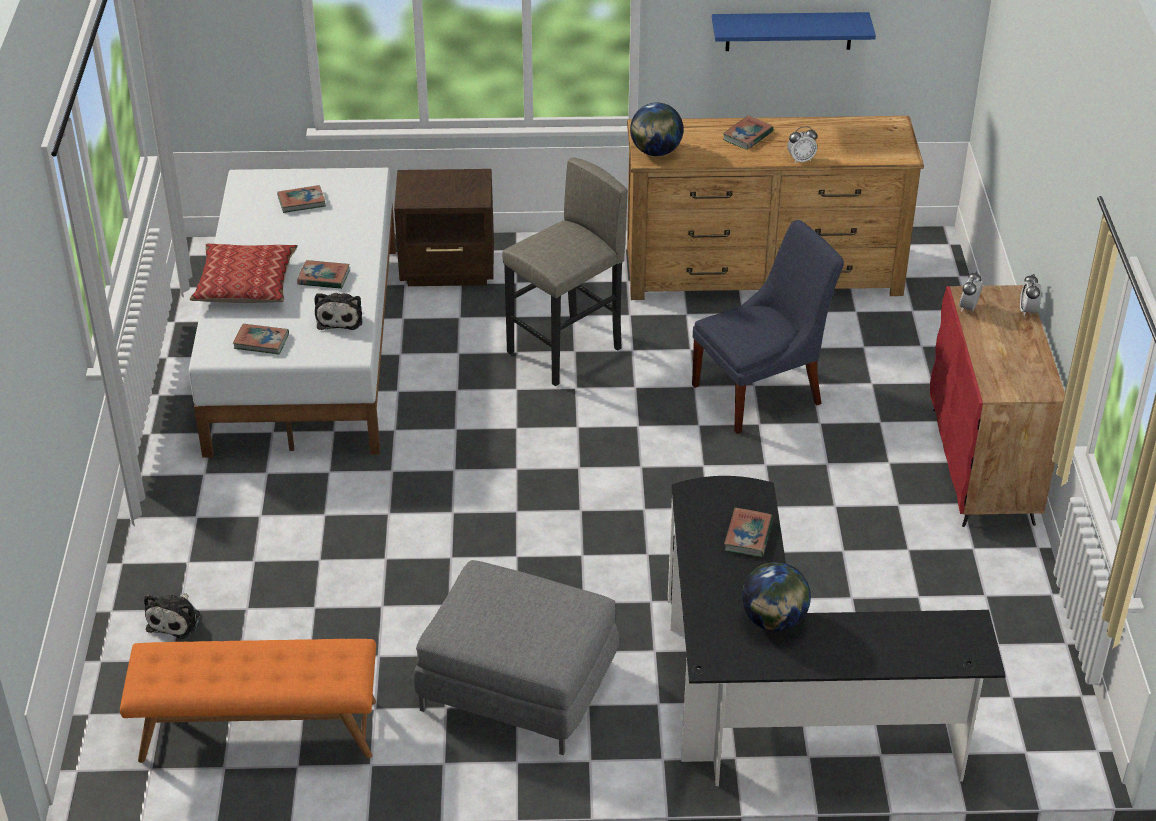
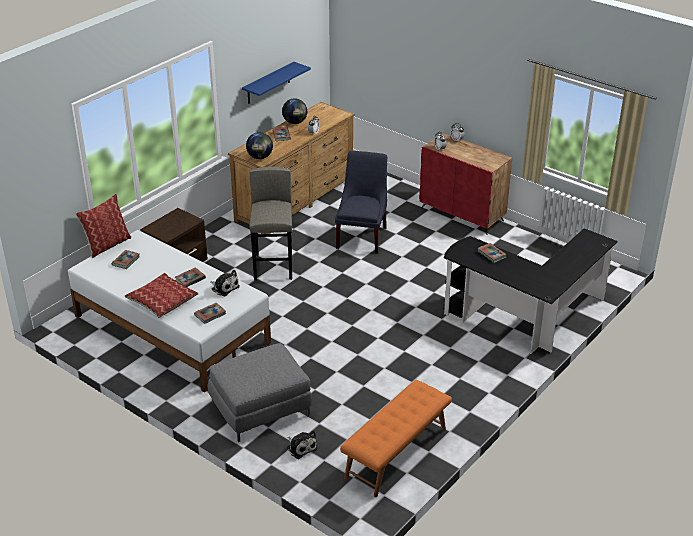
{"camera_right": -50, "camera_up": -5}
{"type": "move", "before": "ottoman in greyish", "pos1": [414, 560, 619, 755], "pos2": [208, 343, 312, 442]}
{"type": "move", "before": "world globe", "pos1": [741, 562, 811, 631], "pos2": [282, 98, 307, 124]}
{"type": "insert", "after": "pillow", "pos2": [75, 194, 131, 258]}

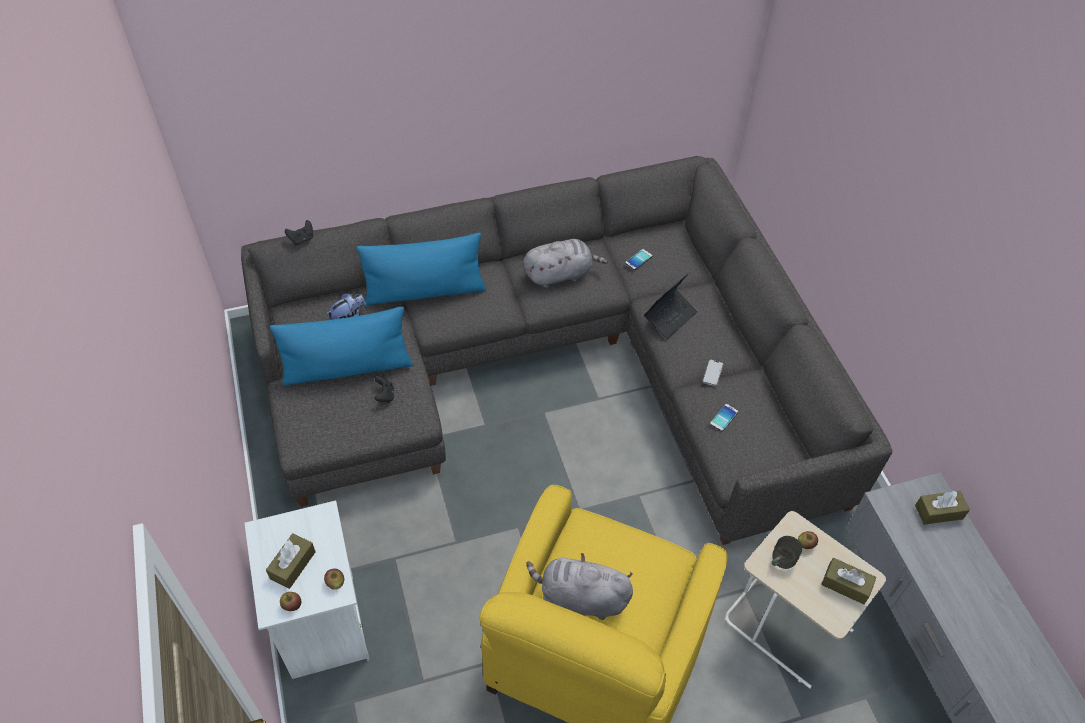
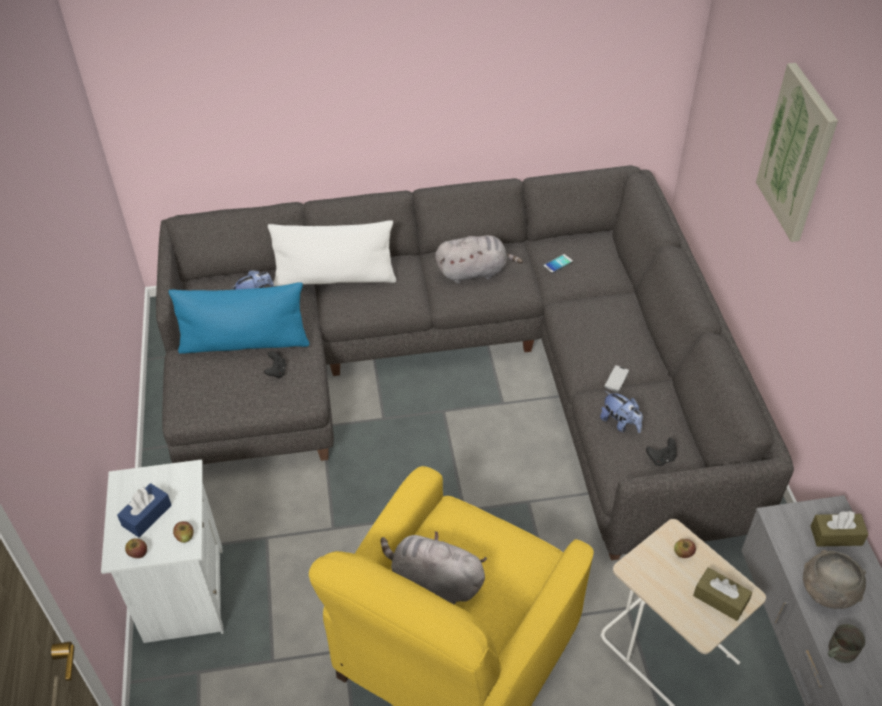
{"camera_right": 10, "camera_up": -5}
{"type": "recolor", "before": "tissue holder in brown", "after": "tissue holder in blue", "pos1": [266, 533, 316, 589], "pos2": [117, 483, 172, 537]}
{"type": "move", "before": "joypad in blackish", "pos1": [285, 220, 313, 245], "pos2": [646, 438, 677, 466]}
{"type": "recolor", "before": "pillow in blue", "after": "pillow in white", "pos1": [356, 233, 486, 305], "pos2": [268, 220, 396, 286]}
{"type": "delete", "before": "notebook computer", "pos1": [644, 273, 698, 339]}
{"type": "replace", "before": "telephone", "after": "cuddly toy", "pos1": [710, 404, 738, 431], "pos2": [600, 391, 643, 433]}
{"type": "move", "before": "coffee mug in greyish", "pos1": [772, 536, 802, 569], "pos2": [828, 624, 865, 663]}
{"type": "insert", "after": "wall picture", "pos2": [756, 63, 838, 242]}
{"type": "insert", "after": "deep dish in greyish", "pos2": [803, 550, 866, 609]}

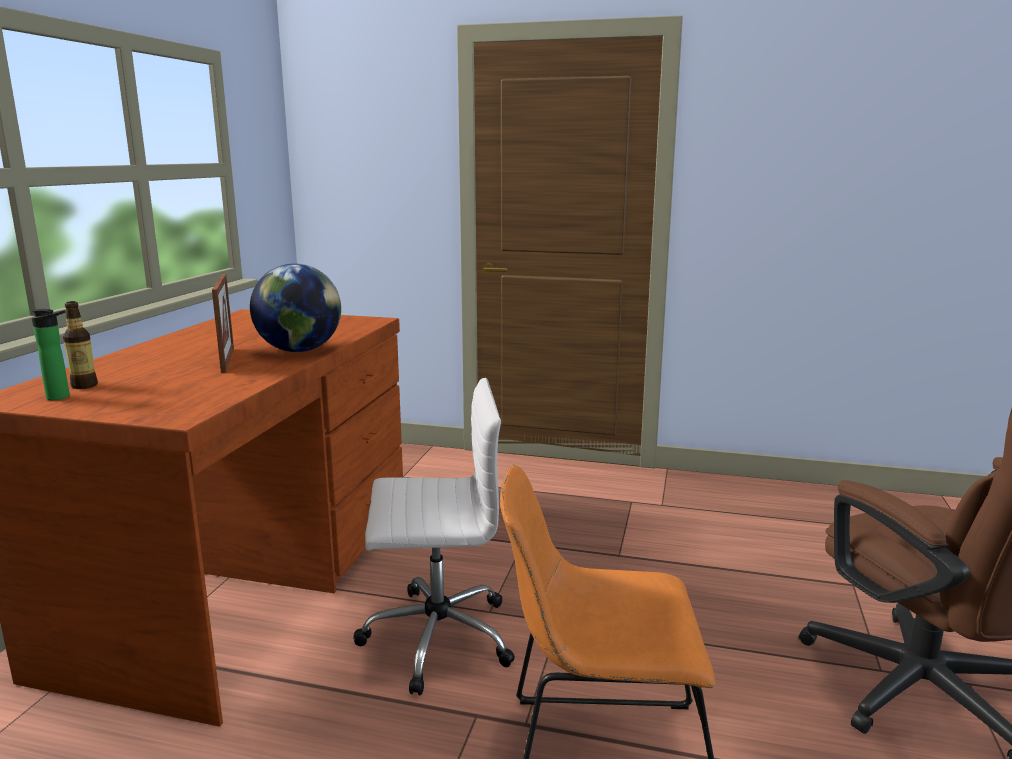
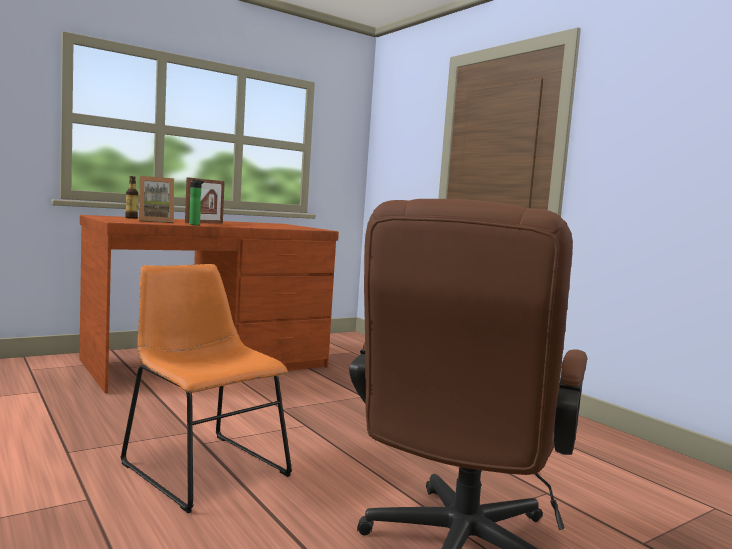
{"camera_right": 40, "camera_up": -10}
{"type": "move", "before": "bottle", "pos1": [31, 309, 70, 400], "pos2": [189, 179, 204, 225]}
{"type": "delete", "before": "world globe", "pos1": [250, 263, 341, 352]}
{"type": "delete", "before": "office chair in white", "pos1": [353, 378, 515, 695]}
{"type": "insert", "after": "photo frame", "pos2": [139, 176, 174, 223]}

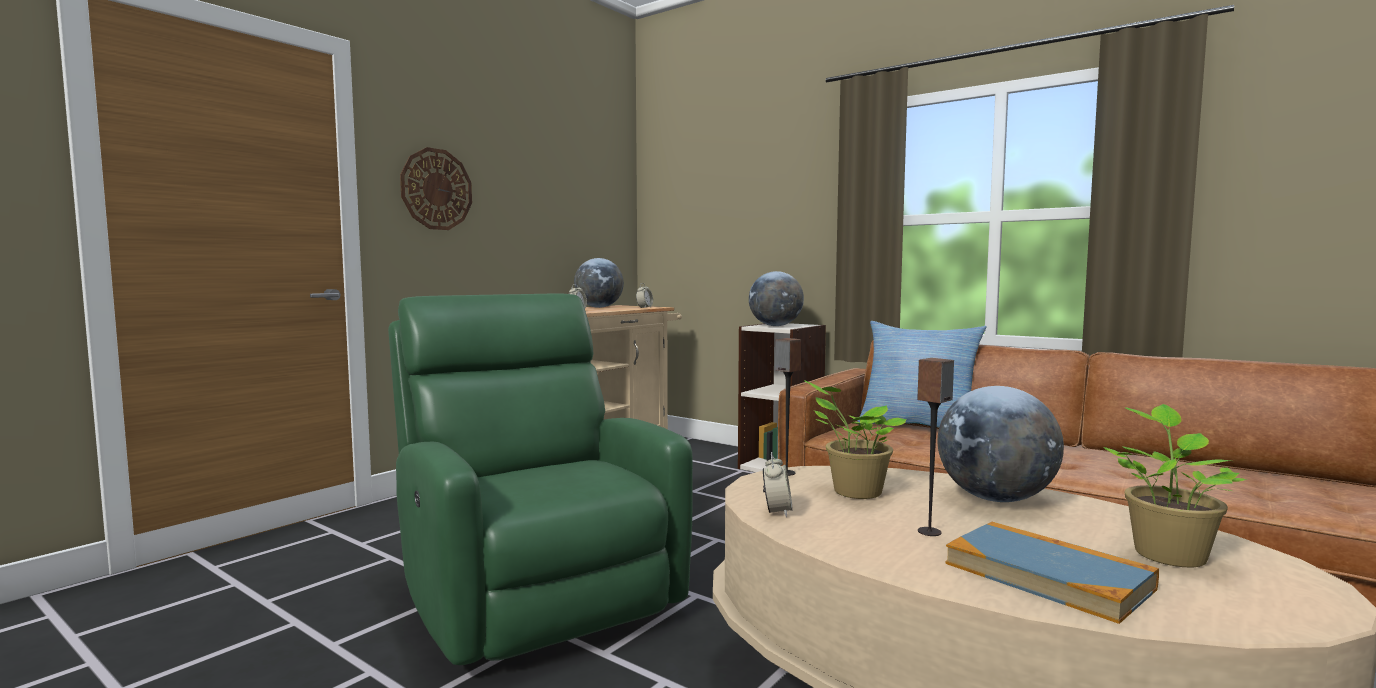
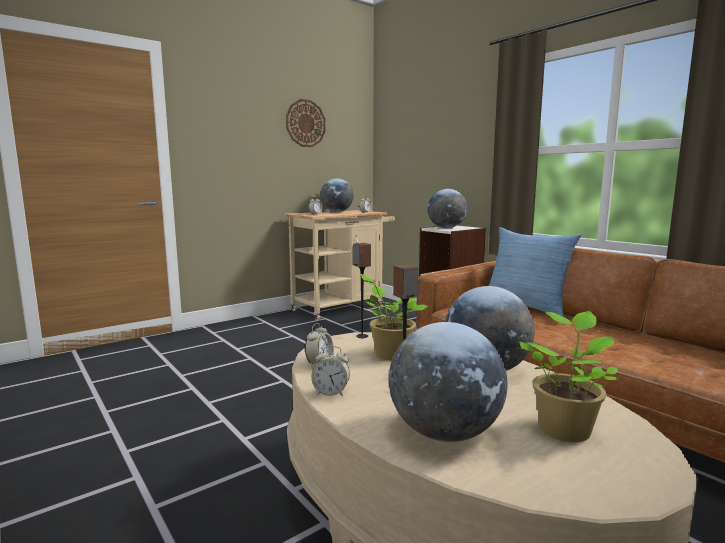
{"camera_right": 15, "camera_up": 5}
{"type": "delete", "before": "armchair in green-coloured", "pos1": [388, 294, 693, 665]}
{"type": "move", "before": "hanging clock", "pos1": [400, 147, 472, 230], "pos2": [286, 99, 326, 147]}
{"type": "replace", "before": "volume", "after": "world globe", "pos1": [945, 522, 1159, 624], "pos2": [389, 322, 508, 442]}
{"type": "insert", "after": "bedside clock", "pos2": [311, 346, 350, 396]}

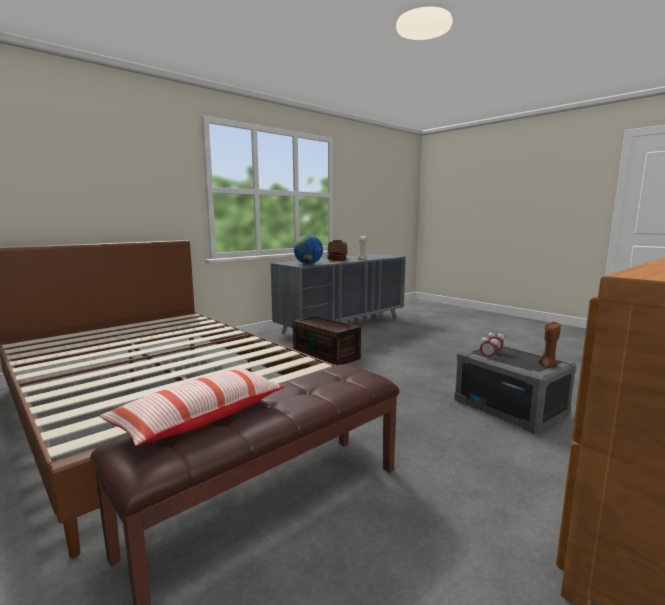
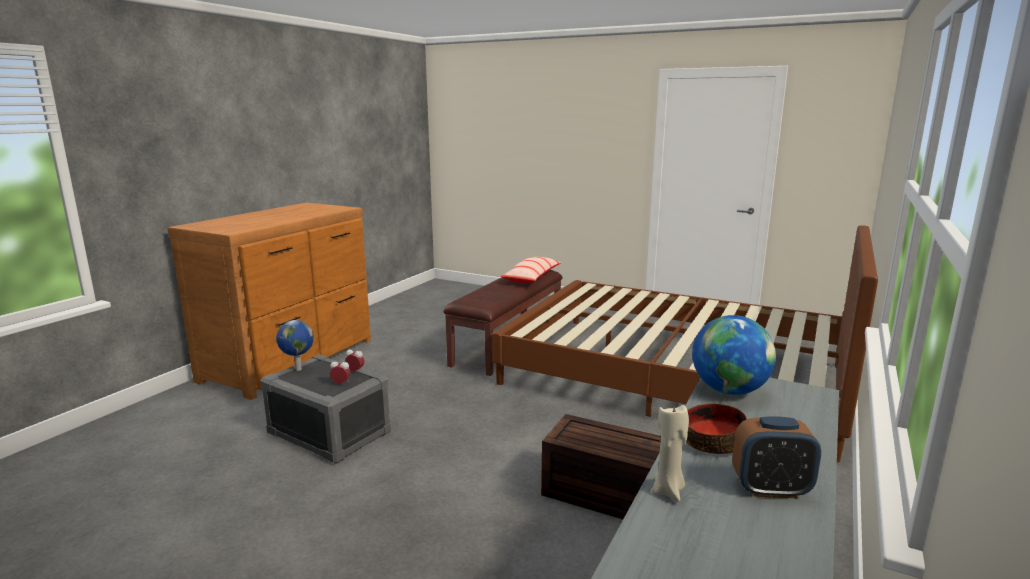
{"camera_right": 160, "camera_up": 5}
{"type": "replace", "before": "wax light in brown", "after": "world globe", "pos1": [538, 322, 561, 367], "pos2": [276, 320, 314, 371]}

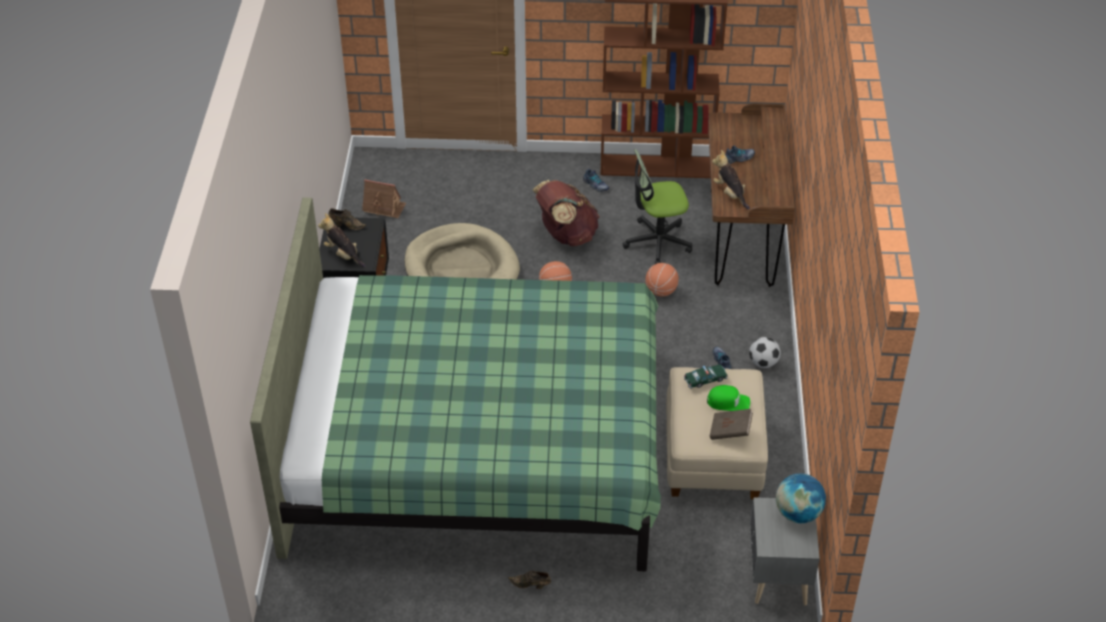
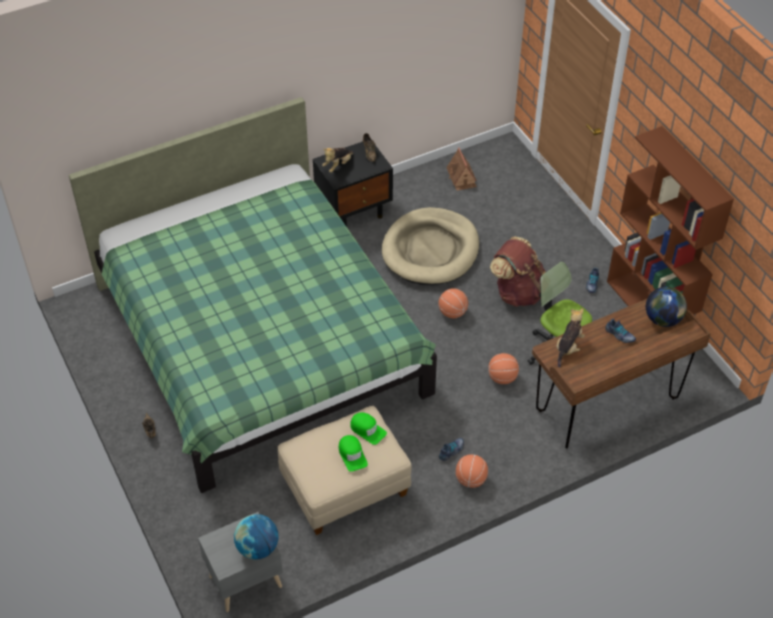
{"camera_right": 60, "camera_up": 5}
{"type": "rotate", "before": "cuddly toy", "pos1": [318, 213, 366, 267], "pos2": [322, 148, 354, 173], "turn": -150}
{"type": "replace", "before": "model car", "after": "peaked cap in green-coloured", "pos1": [684, 364, 728, 389], "pos2": [350, 412, 387, 445]}
{"type": "delete", "before": "volume in brown", "pos1": [710, 409, 753, 440]}
{"type": "replace", "before": "football ball", "after": "basketball", "pos1": [749, 337, 781, 368], "pos2": [456, 454, 488, 488]}
{"type": "insert", "after": "world globe", "pos2": [646, 287, 687, 327]}

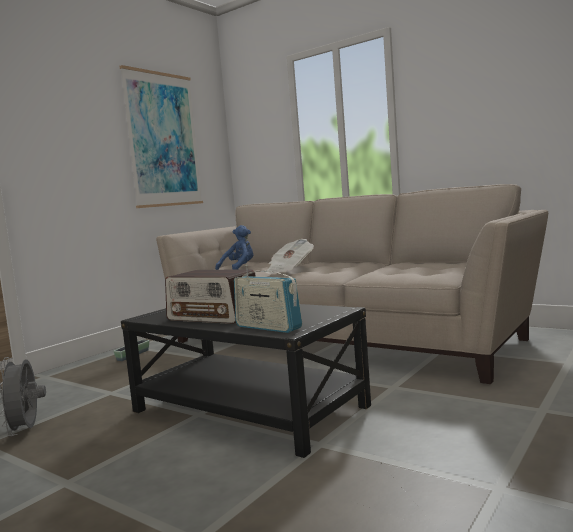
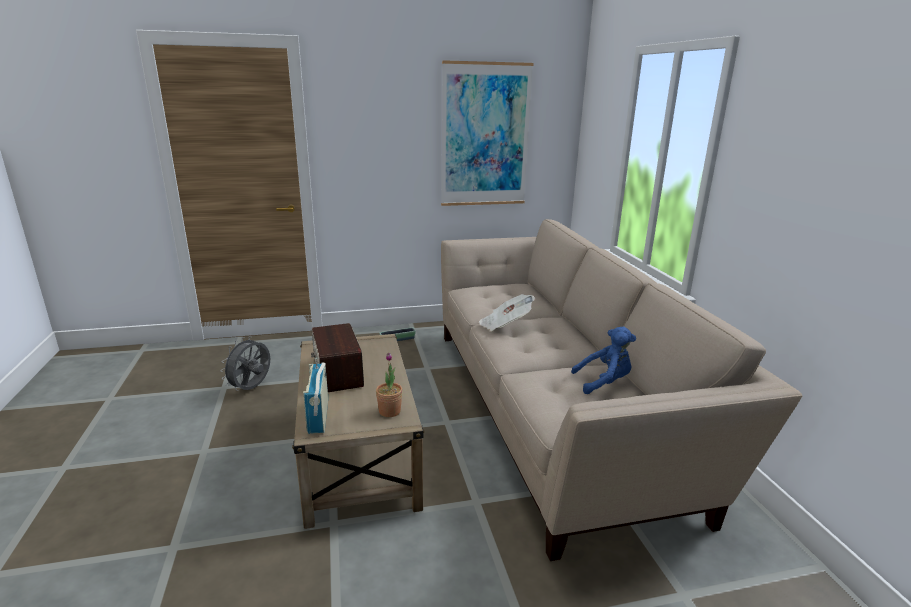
{"camera_right": 40, "camera_up": 15}
{"type": "recolor", "before": "coffee table in blackish", "after": "coffee table in sand-coloured", "pos1": [121, 304, 371, 458], "pos2": [292, 334, 424, 529]}
{"type": "move", "before": "cuddly toy in blue", "pos1": [215, 225, 253, 270], "pos2": [571, 327, 636, 394]}
{"type": "insert", "after": "houseplant", "pos2": [376, 353, 402, 417]}

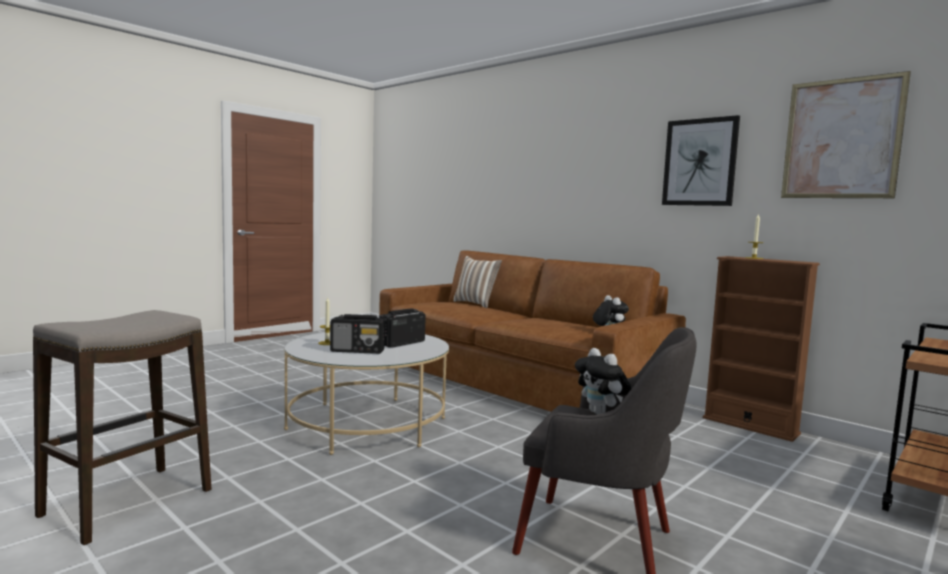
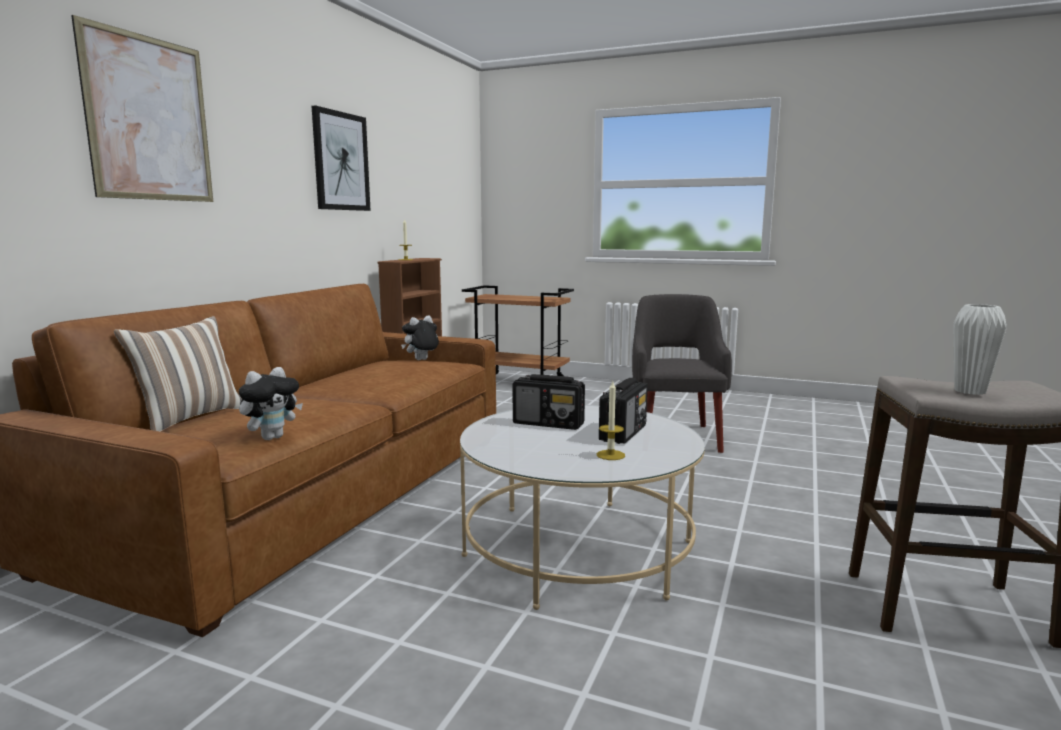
{"camera_right": -110, "camera_up": 5}
{"type": "rotate", "before": "radio set", "pos1": [330, 314, 385, 354], "pos2": [599, 378, 648, 444], "turn": 45}
{"type": "move", "before": "cuddly toy", "pos1": [575, 348, 631, 414], "pos2": [239, 367, 303, 440]}
{"type": "move", "before": "wall picture", "pos1": [781, 71, 911, 198], "pos2": [71, 15, 213, 202]}
{"type": "insert", "after": "vase in white", "pos2": [953, 304, 1007, 395]}

